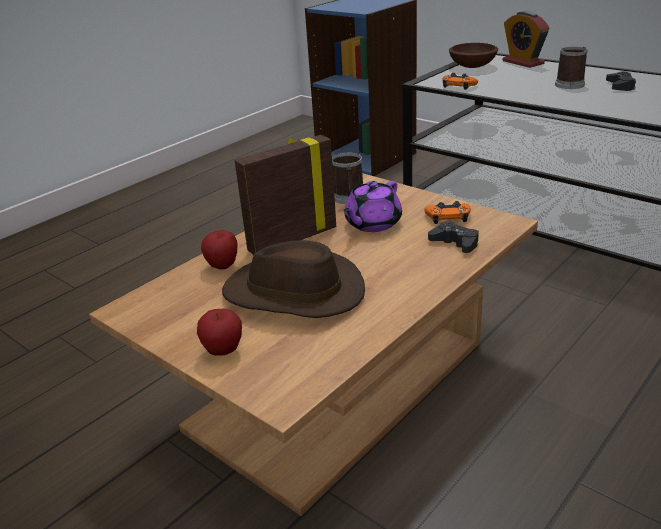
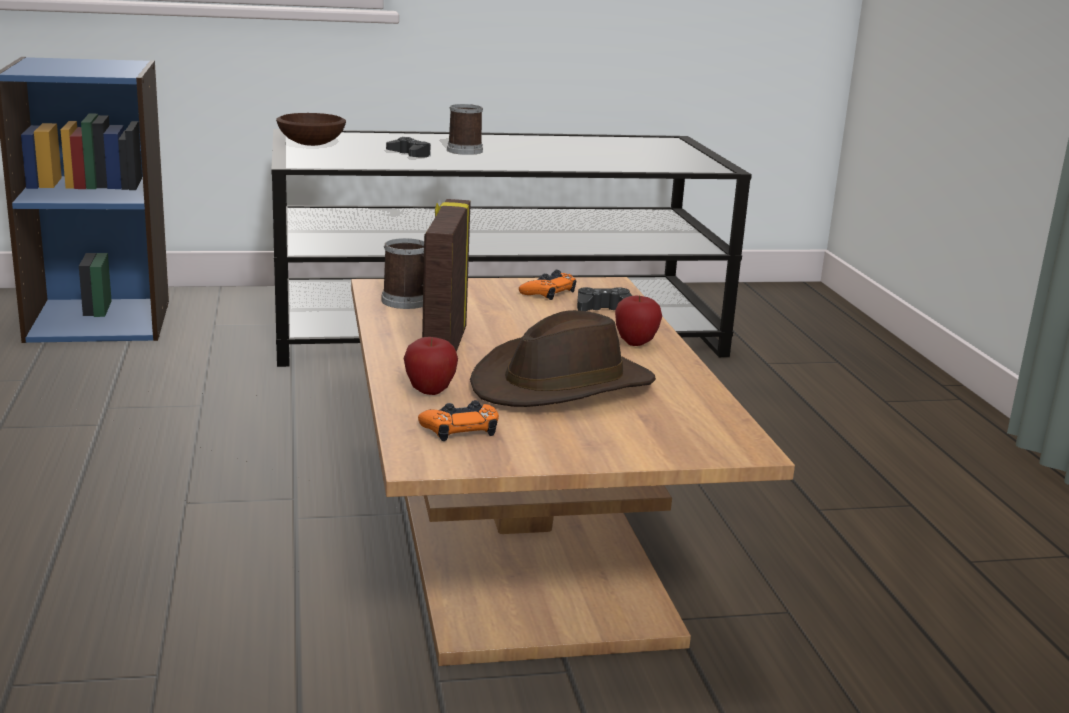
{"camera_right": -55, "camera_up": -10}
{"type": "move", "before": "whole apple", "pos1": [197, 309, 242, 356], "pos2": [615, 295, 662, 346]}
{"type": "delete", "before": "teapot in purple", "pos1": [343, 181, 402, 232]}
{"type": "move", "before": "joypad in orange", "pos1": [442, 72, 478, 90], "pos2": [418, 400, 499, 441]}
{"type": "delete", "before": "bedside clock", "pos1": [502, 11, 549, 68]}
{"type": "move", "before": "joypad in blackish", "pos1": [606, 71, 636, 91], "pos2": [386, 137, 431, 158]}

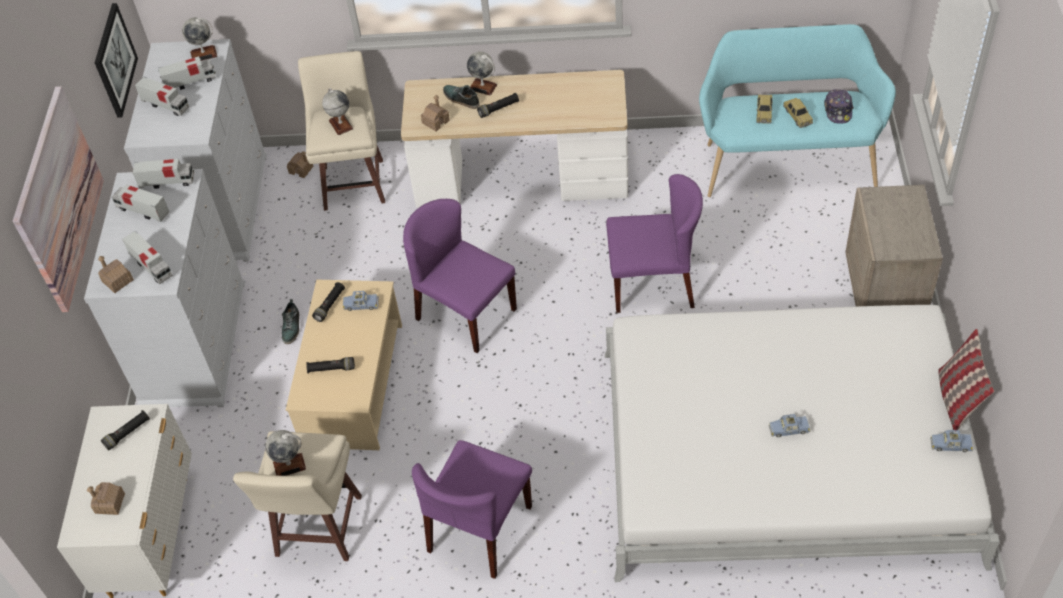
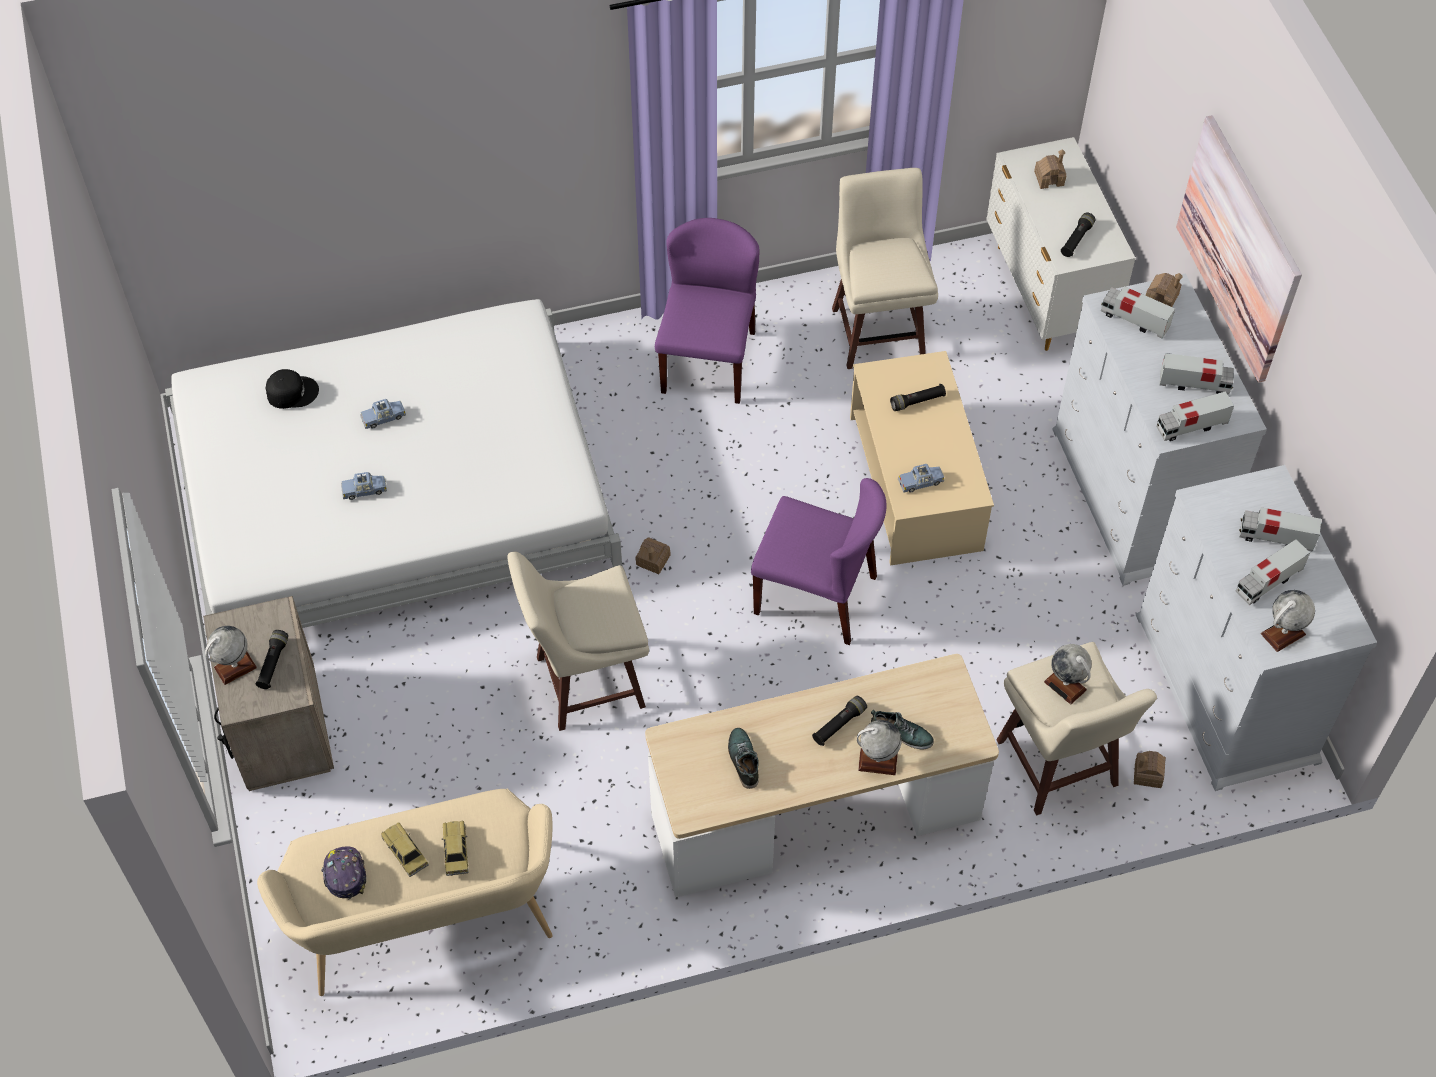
{"camera_right": 160, "camera_up": 5}
{"type": "delete", "before": "wall picture", "pos1": [95, 3, 138, 118]}
{"type": "move", "before": "world globe", "pos1": [265, 430, 306, 476], "pos2": [205, 626, 257, 685]}
{"type": "move", "before": "low shoe", "pos1": [282, 299, 299, 344], "pos2": [728, 728, 759, 789]}
{"type": "move", "before": "hand torch in blackish", "pos1": [312, 282, 345, 322], "pos2": [256, 630, 288, 689]}
{"type": "move", "before": "toy house", "pos1": [421, 95, 450, 131], "pos2": [635, 537, 670, 574]}
{"type": "replace", "before": "upright chair in purple", "after": "stool in sand-coloured", "pos1": [606, 174, 703, 313], "pos2": [507, 552, 649, 731]}
{"type": "recolor", "before": "indoor bench in turquoise", "after": "indoor bench in sand-coloured", "pos1": [699, 24, 896, 197], "pos2": [257, 788, 553, 996]}
{"type": "move", "before": "model car in blue", "pos1": [930, 430, 973, 452], "pos2": [341, 472, 387, 500]}
{"type": "delete", "before": "pillow", "pos1": [939, 329, 994, 430]}
{"type": "insert", "after": "peaked cap in blackish", "pos2": [266, 369, 319, 409]}

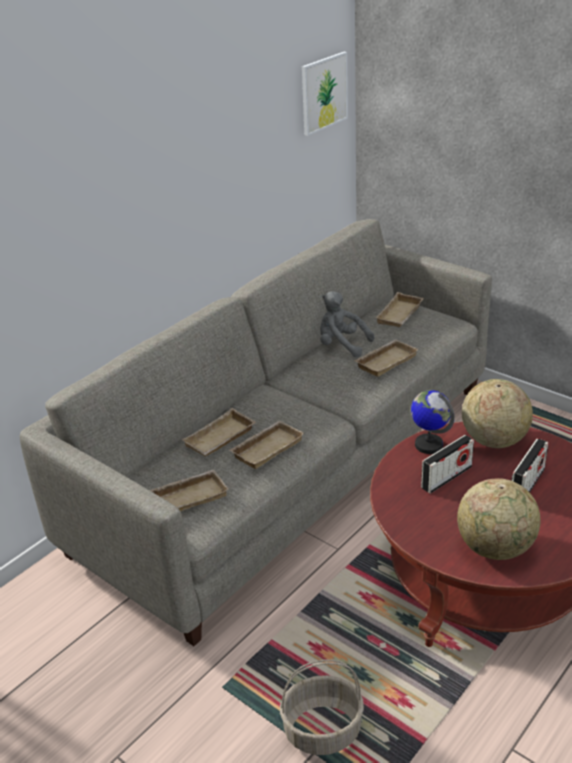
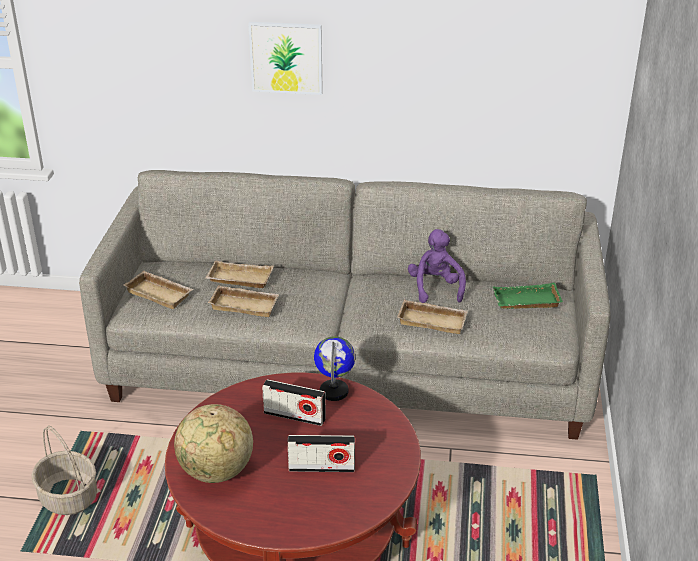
{"camera_right": 55, "camera_up": 0}
{"type": "move", "before": "wall picture", "pos1": [302, 52, 348, 136], "pos2": [248, 22, 323, 95]}
{"type": "recolor", "before": "cuddly toy in greyish", "after": "cuddly toy in purple", "pos1": [320, 291, 374, 357], "pos2": [408, 229, 466, 303]}
{"type": "recolor", "before": "serving tray in sand-coloured", "after": "serving tray in green-coloured", "pos1": [375, 292, 424, 327], "pos2": [493, 283, 563, 309]}
{"type": "delete", "before": "world globe", "pos1": [462, 379, 533, 448]}

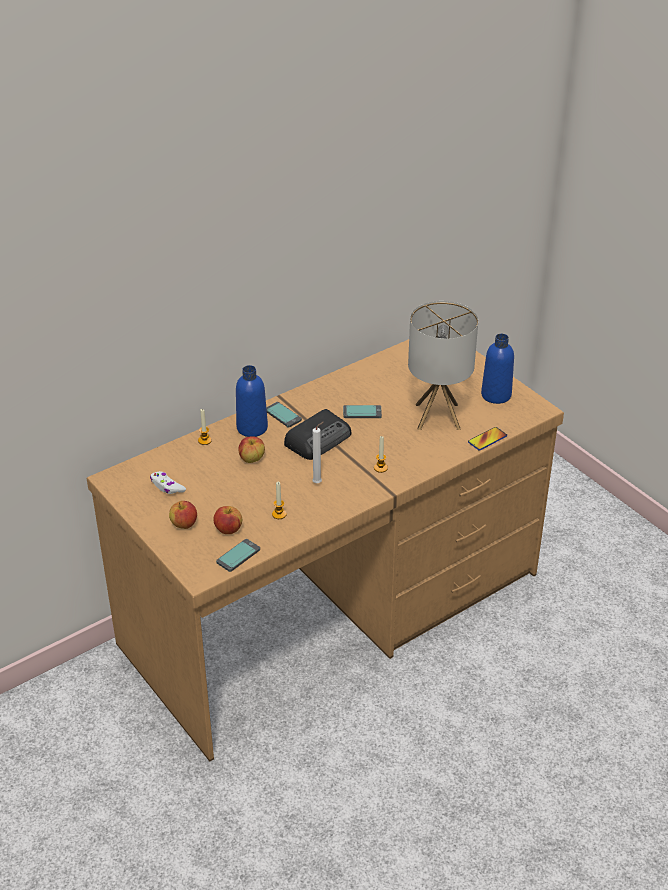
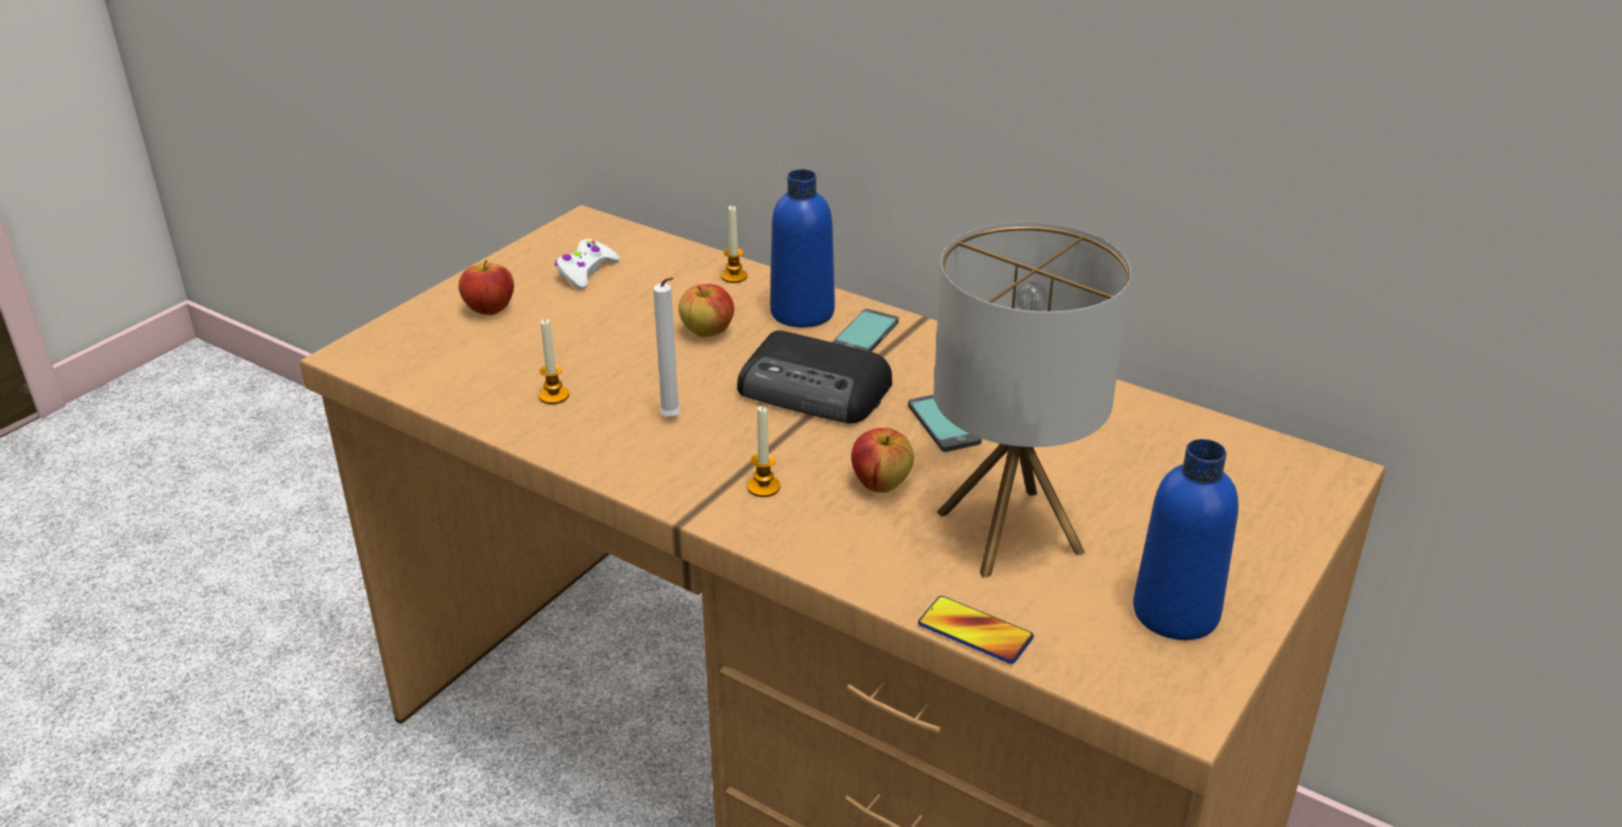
{"camera_right": 70, "camera_up": -5}
{"type": "move", "before": "whole apple", "pos1": [213, 506, 242, 534], "pos2": [851, 428, 914, 493]}
{"type": "delete", "before": "telephone", "pos1": [216, 539, 260, 572]}

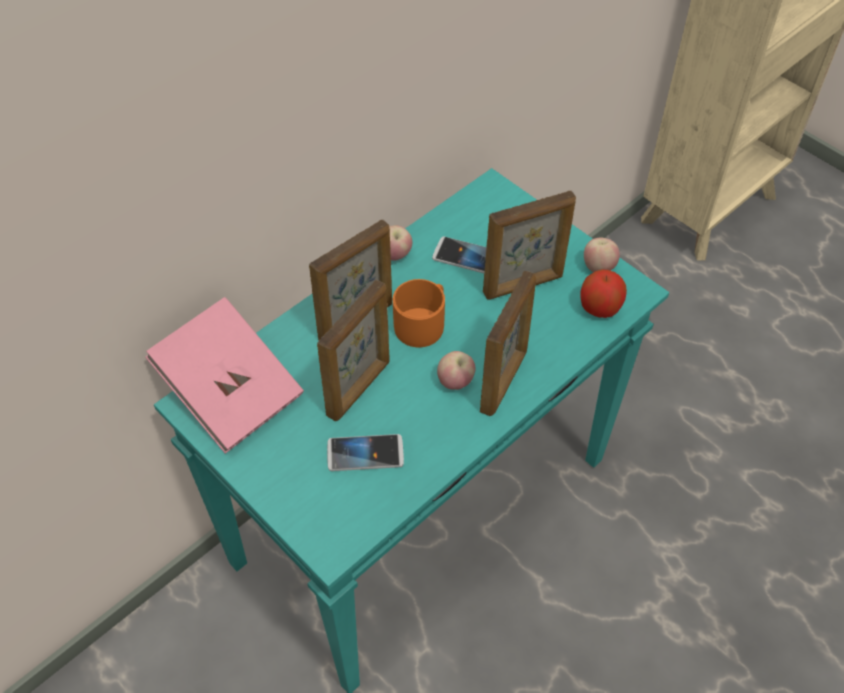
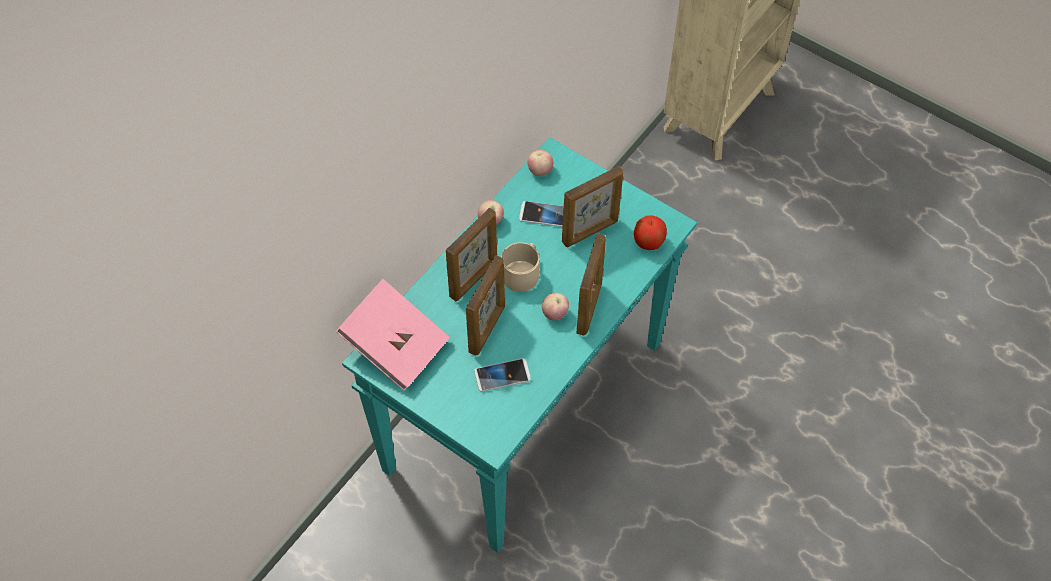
{"camera_right": -10, "camera_up": 5}
{"type": "recolor", "before": "coffee mug in orange", "after": "coffee mug in sand-coloured", "pos1": [393, 279, 445, 347], "pos2": [501, 242, 540, 292]}
{"type": "move", "before": "whole apple", "pos1": [584, 238, 620, 272], "pos2": [528, 150, 553, 176]}

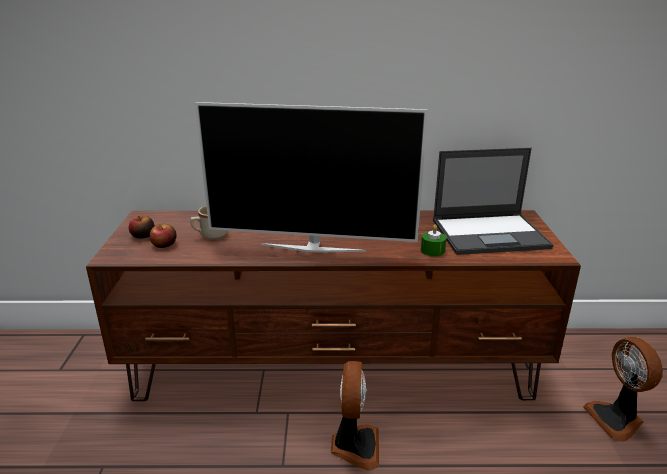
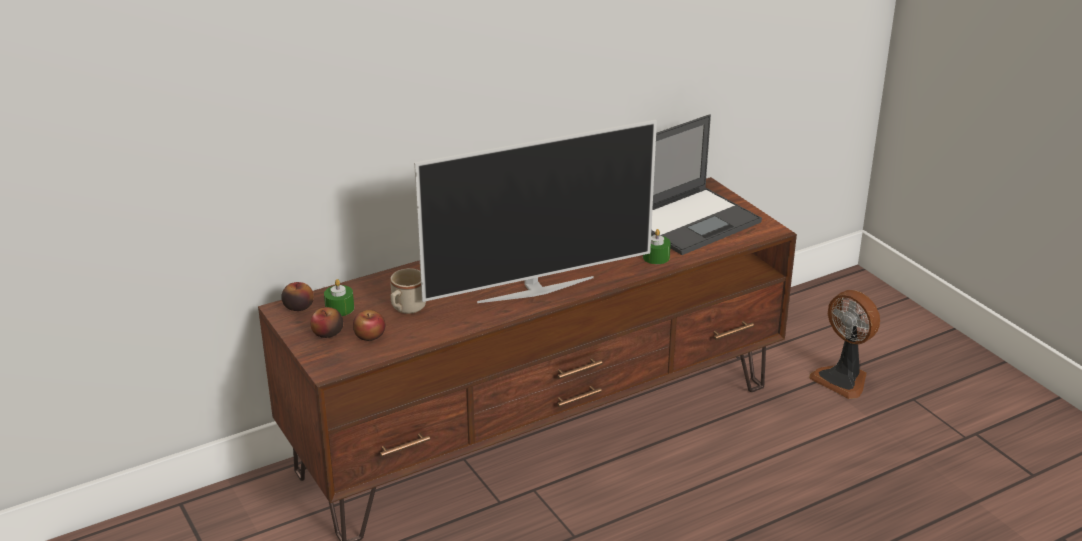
{"camera_right": -30, "camera_up": 5}
{"type": "delete", "before": "cooling fan", "pos1": [331, 361, 379, 470]}
{"type": "insert", "after": "whole apple", "pos2": [281, 282, 314, 311]}
{"type": "insert", "after": "wax light in green-coloured", "pos2": [324, 279, 354, 316]}

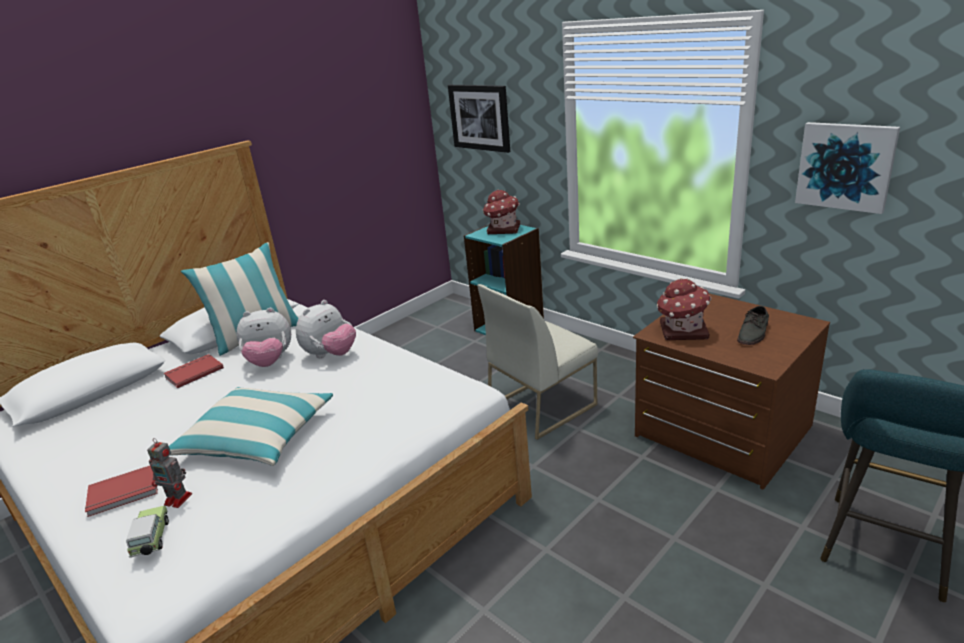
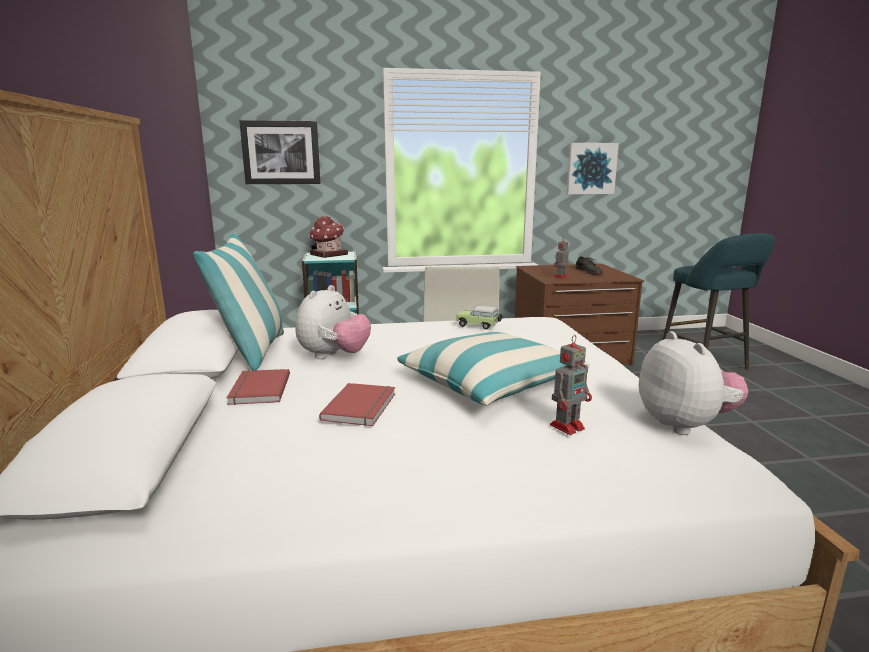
{"camera_right": -55, "camera_up": -10}
{"type": "move", "before": "volume in red-coloured", "pos1": [85, 466, 158, 517], "pos2": [319, 383, 395, 426]}
{"type": "move", "before": "model car", "pos1": [126, 505, 169, 558], "pos2": [456, 306, 502, 330]}
{"type": "move", "before": "cuddly toy", "pos1": [296, 300, 356, 358], "pos2": [639, 331, 748, 435]}
{"type": "replace", "before": "toy house", "after": "robot figure", "pos1": [656, 278, 711, 340], "pos2": [553, 240, 569, 279]}

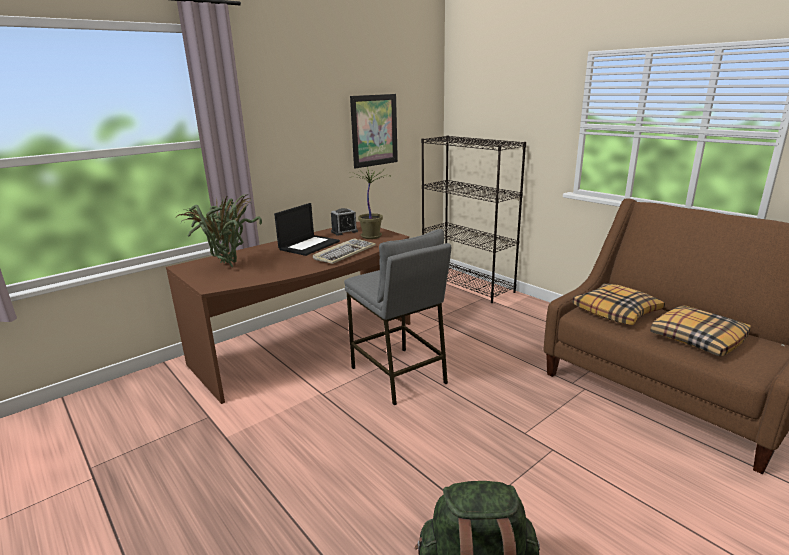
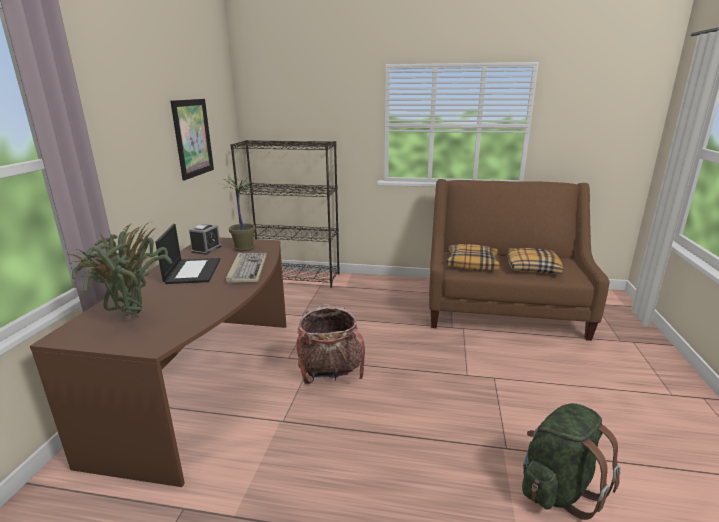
{"camera_right": -40, "camera_up": 0}
{"type": "replace", "before": "stool in greyish", "after": "backpack", "pos1": [344, 229, 451, 405], "pos2": [296, 303, 365, 384]}

